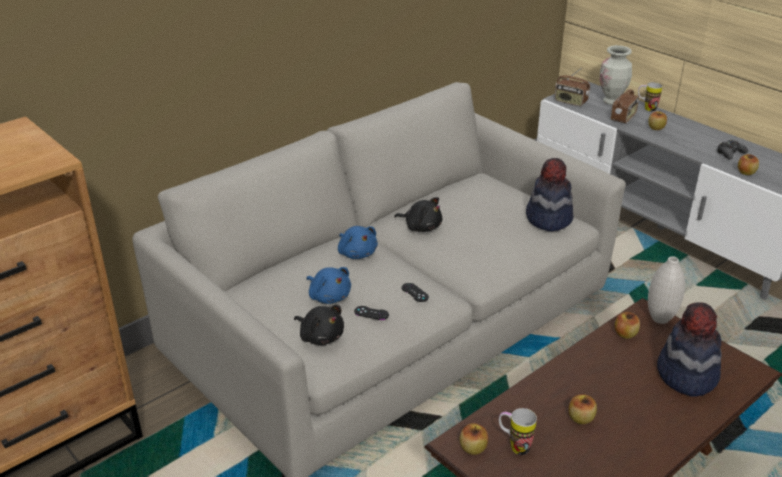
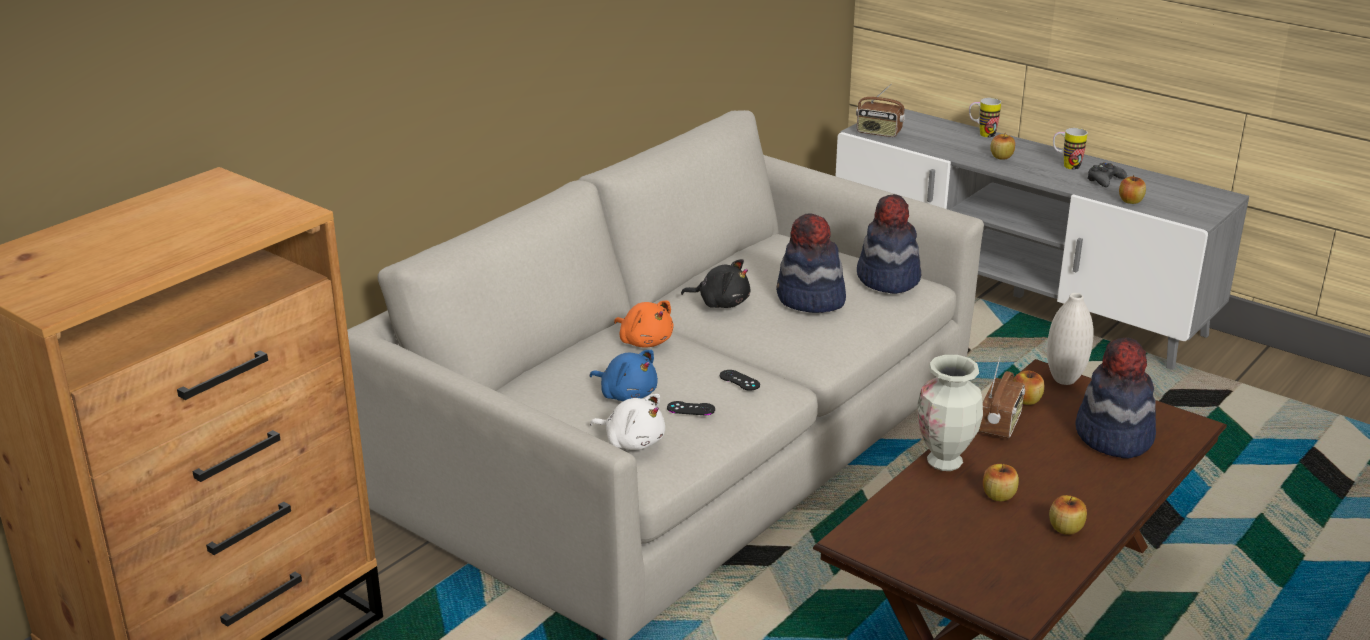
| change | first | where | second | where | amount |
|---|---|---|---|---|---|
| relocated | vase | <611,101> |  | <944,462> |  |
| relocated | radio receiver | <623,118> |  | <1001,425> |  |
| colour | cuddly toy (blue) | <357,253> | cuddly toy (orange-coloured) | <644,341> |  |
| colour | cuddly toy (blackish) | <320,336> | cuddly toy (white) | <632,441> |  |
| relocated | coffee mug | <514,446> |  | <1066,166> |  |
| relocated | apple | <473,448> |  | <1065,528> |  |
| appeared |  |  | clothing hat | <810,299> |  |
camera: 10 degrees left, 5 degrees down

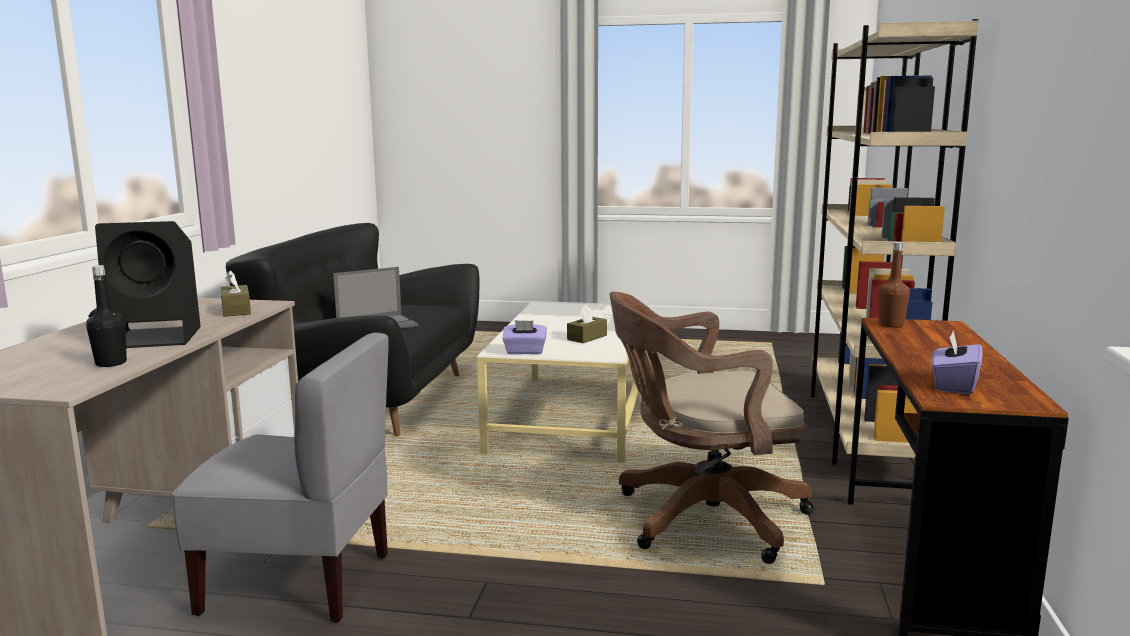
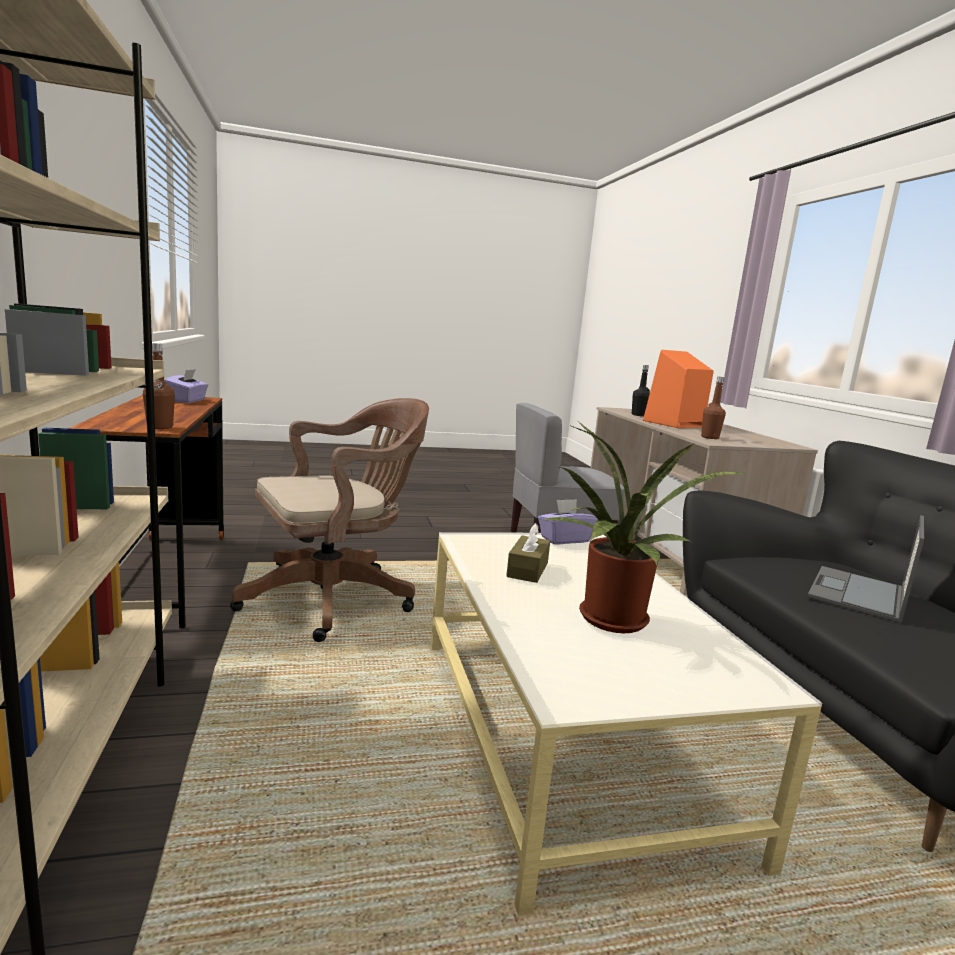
| change | first | where | second | where | amount |
|---|---|---|---|---|---|
| colour | audio speaker (blackish) | <159,337> | audio speaker (orange-coloured) | <672,424> |  |
| exchanged | box of tissues (brown-coloured) | <236,310> | beverage bottle (brown-coloured) | <710,437> |  |
| appeared |  |  | houseplant | <612,623> |  |
camera: 155 degrees right, 0 degrees up

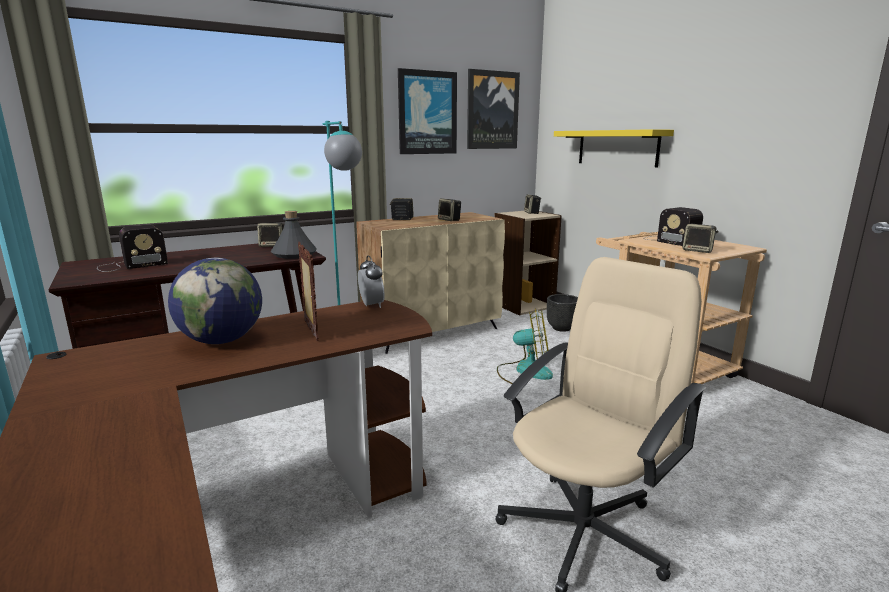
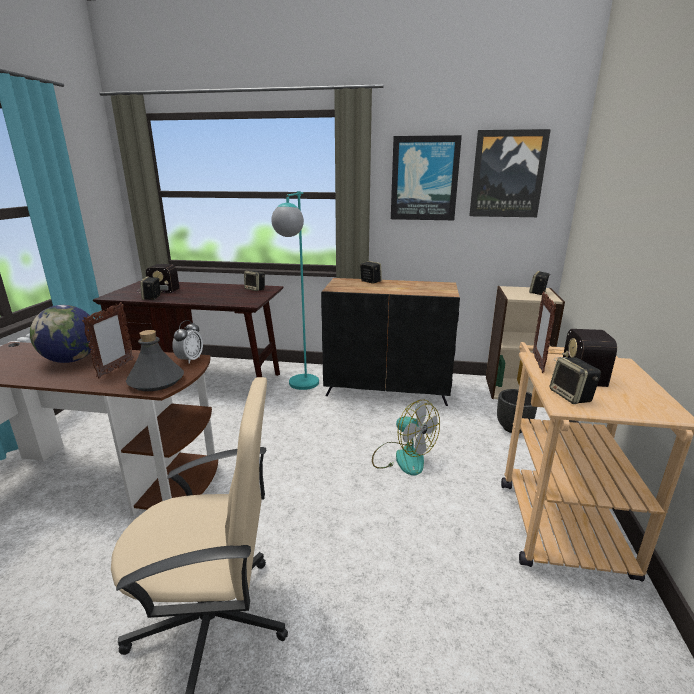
| change | first | where | second | where | amount |
|---|---|---|---|---|---|
| missing | wall shelf (yellow-coloured) | <617,147> |  |  |  |
| relocated | audio speaker | <449,220> |  | <152,298> |  |
| relocated | beverage bottle (greyish) | <294,255> |  | <155,381> |  |
| colour | storage cabinet (beige) | <432,332> | storage cabinet (blackish) | <388,389> |  |
| appeared |  |  | standing frame | <538,362> |  |
camera: 40 degrees right, 5 degrees up

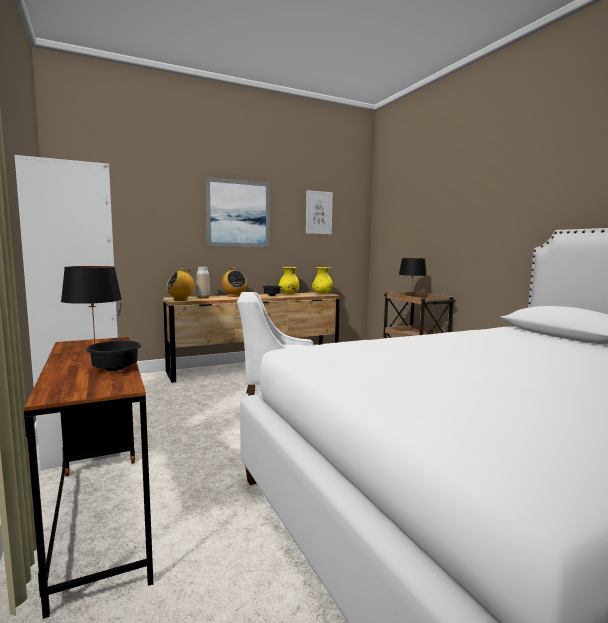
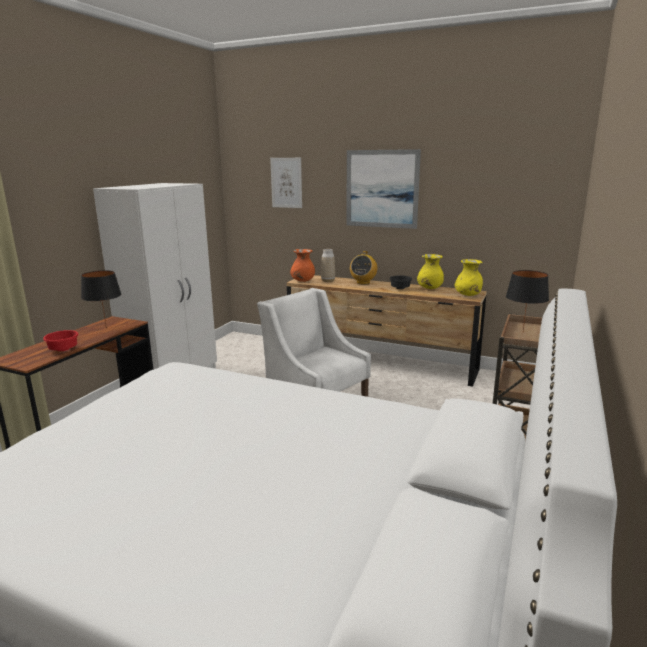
| change | first | where | second | where | amount |
|---|---|---|---|---|---|
| relocated | picture | <319,212> |  | <286,183> |  |
| exchanged | radio receiver | <181,299> | vase (orange-coloured) | <302,281> |  |
| colour | serving bowl (blackish) | <116,369> | serving bowl (red-coloured) | <63,350> |  |
camera: 50 degrees right, 10 degrees up

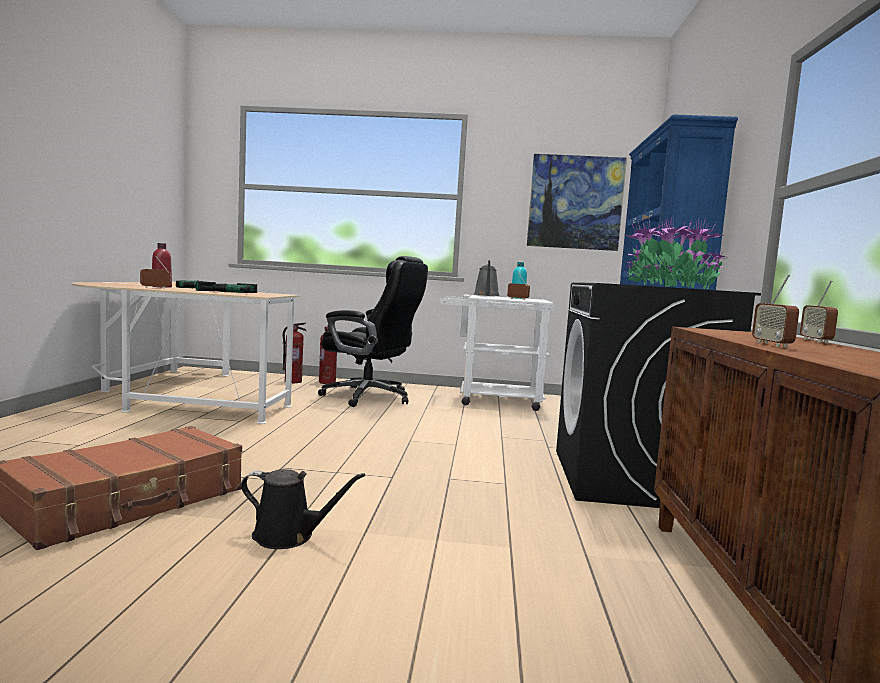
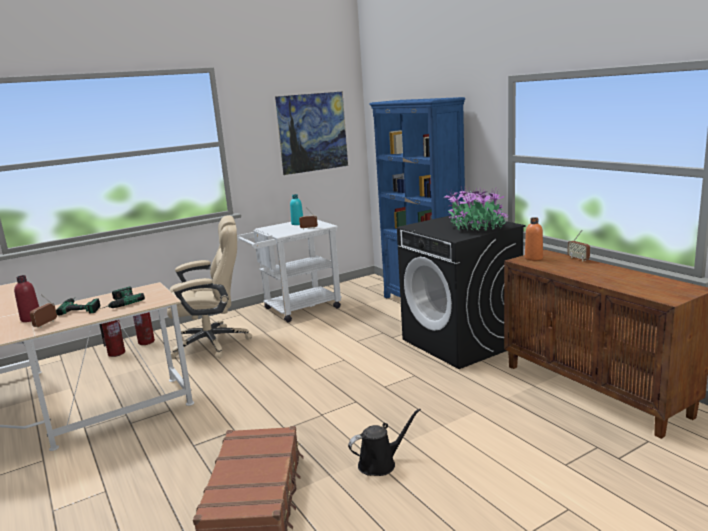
| change | first | where | second | where | amount |
|---|---|---|---|---|---|
| colour | computer chair (blackish) | <369,397> | computer chair (beige) | <212,343> |  |
| missing | watering pot (greyish) | <486,295> |  |  |  |
| missing | radio receiver | <772,345> |  |  |  |
| appeared |  |  | beverage bottle (orange-coloured) | <533,258> |  |
camera: 35 degrees left, 10 degrees up

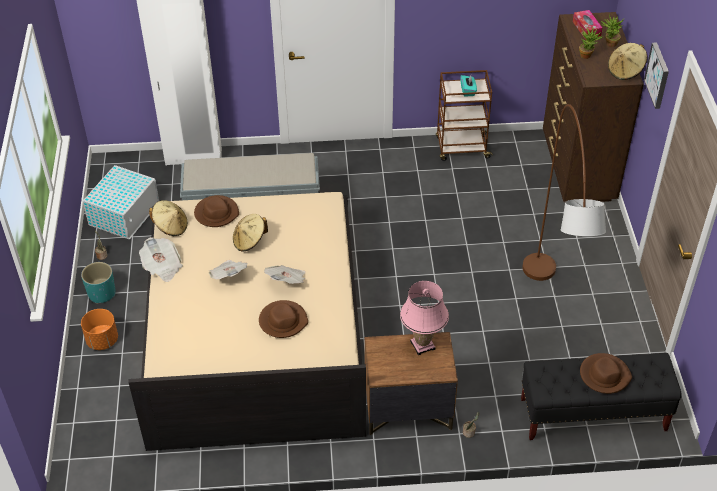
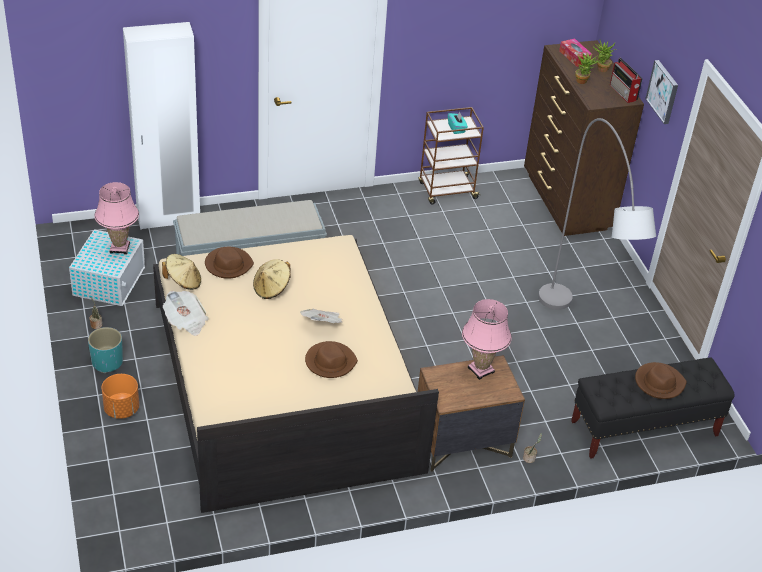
| change | first | where | second | where | amount |
|---|---|---|---|---|---|
| exchanged | clothing hat (beige) | <625,71> | radio receiver | <623,93> |  |
| colour | standard lamp (brown-coloured) | <548,316> | standard lamp (greyish) | <576,342> |  |
| missing | newspaper | <228,276> |  |  |  |
| appeared |  |  | table lamp (pink-coloured) | <120,248> |  |
camera: 15 degrees left, 5 degrees down

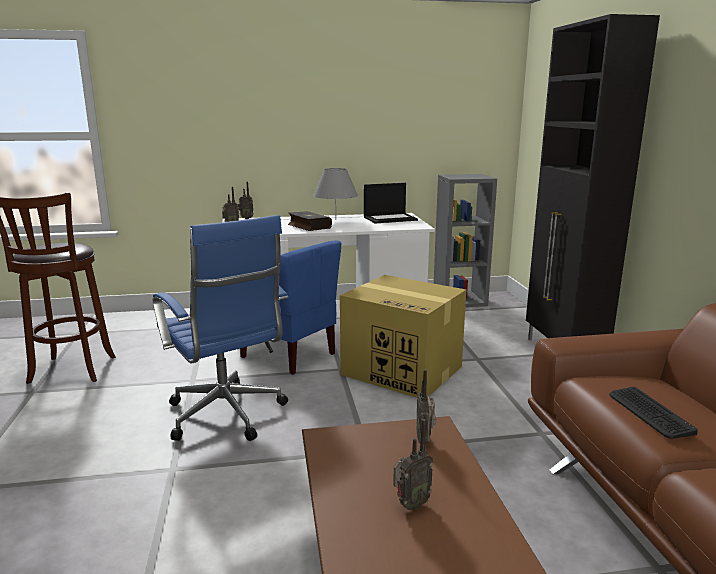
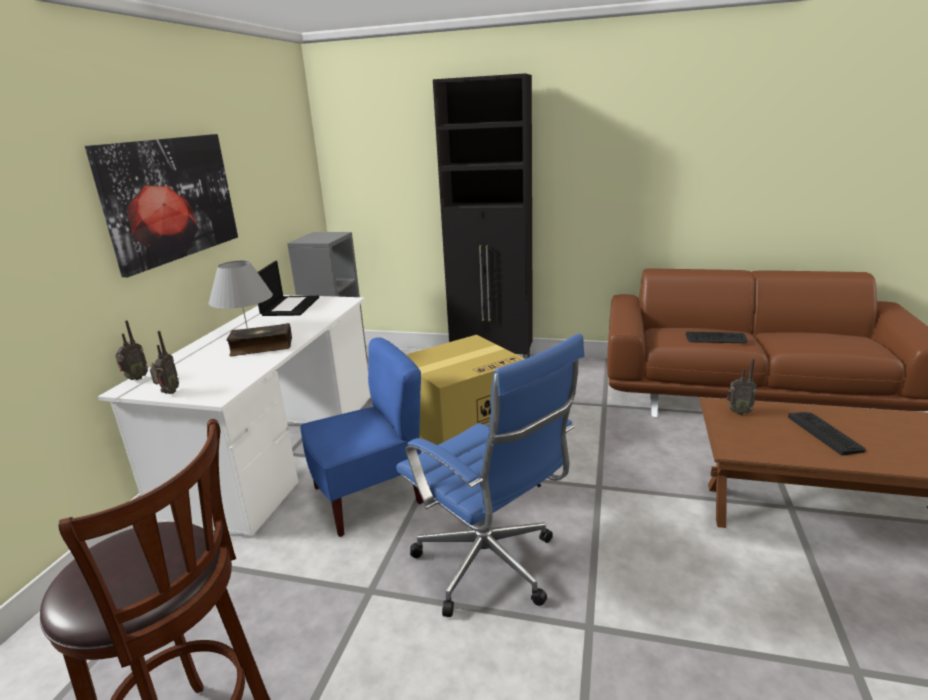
| change | first | where | second | where | amount |
|---|---|---|---|---|---|
| spun | computer chair (blue) | <227,416> |  | <490,568> | 60 degrees clockwise |
| exchanged | radio receiver | <410,505> | keyboard | <825,433> |  |
| appeared |  |  | picture | <171,199> |  |
camera: 65 degrees left, 5 degrees up

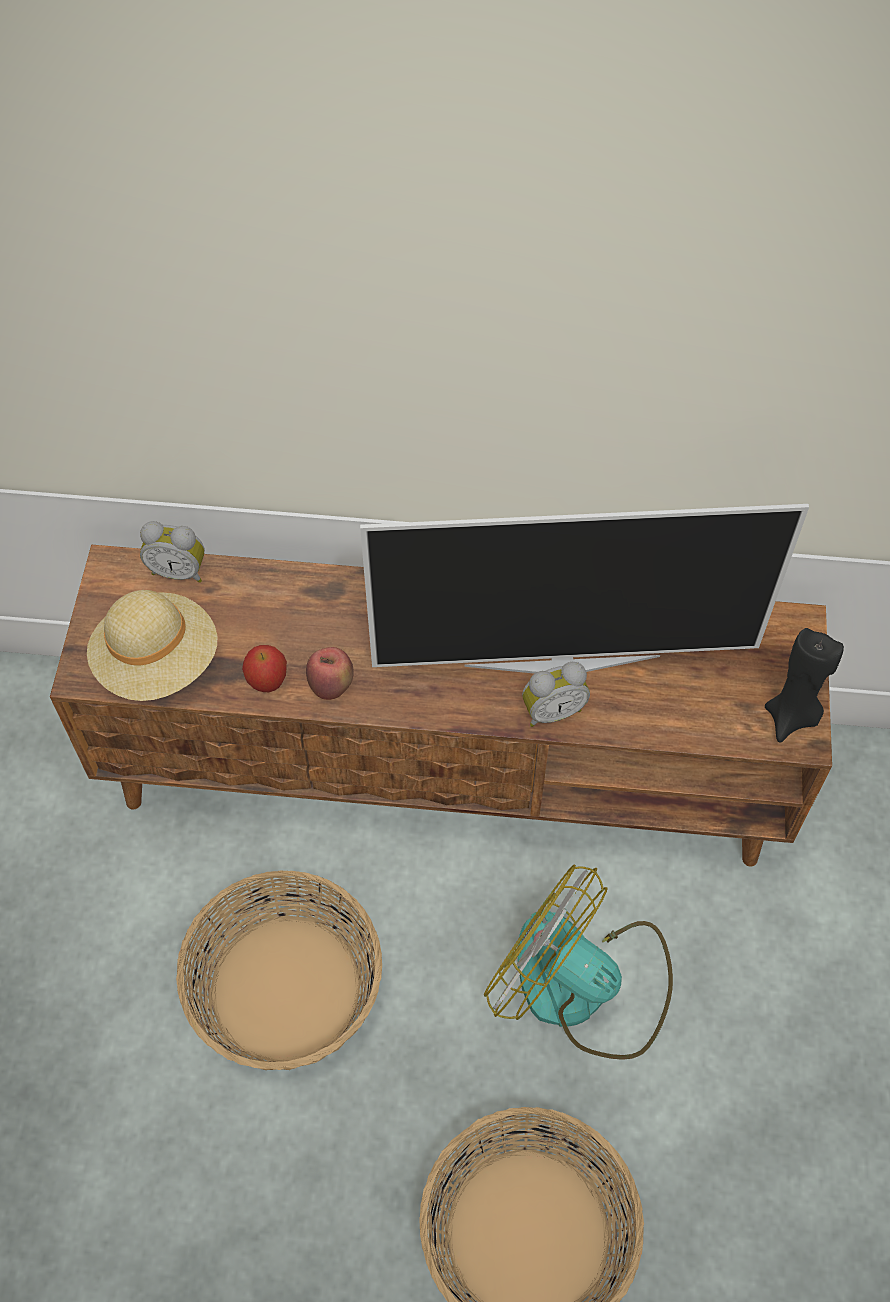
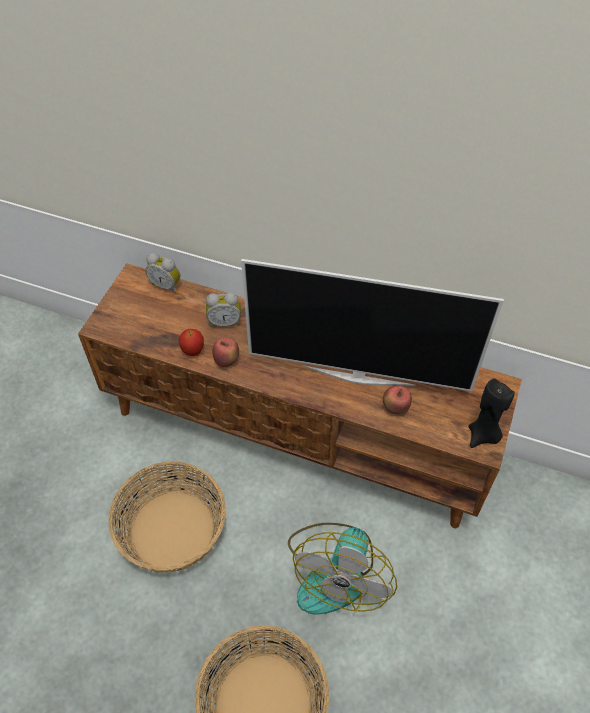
| change | first | where | second | where | amount |
|---|---|---|---|---|---|
| missing | clothing hat (beige) | <158,662> |  |  |  |
| relocated | bedside clock | <551,710> |  | <224,322> |  |
| spun | cooling fan | <582,987> |  | <336,571> | 120 degrees counterclockwise |
| appeared |  |  | apple | <395,408> |  |
camera: 15 degrees right, 5 degrees down

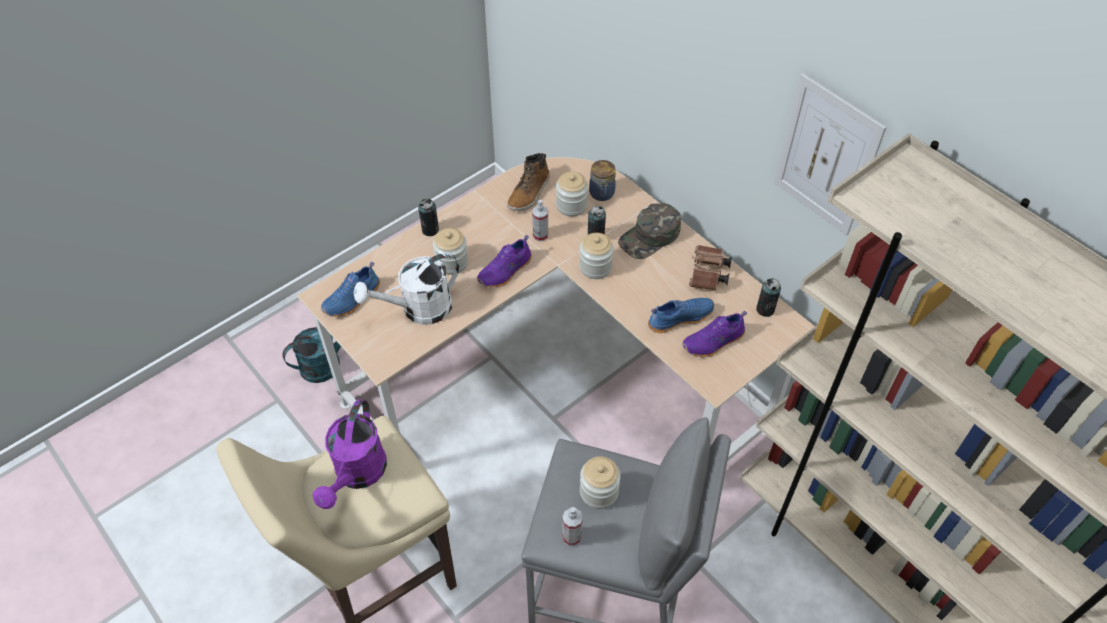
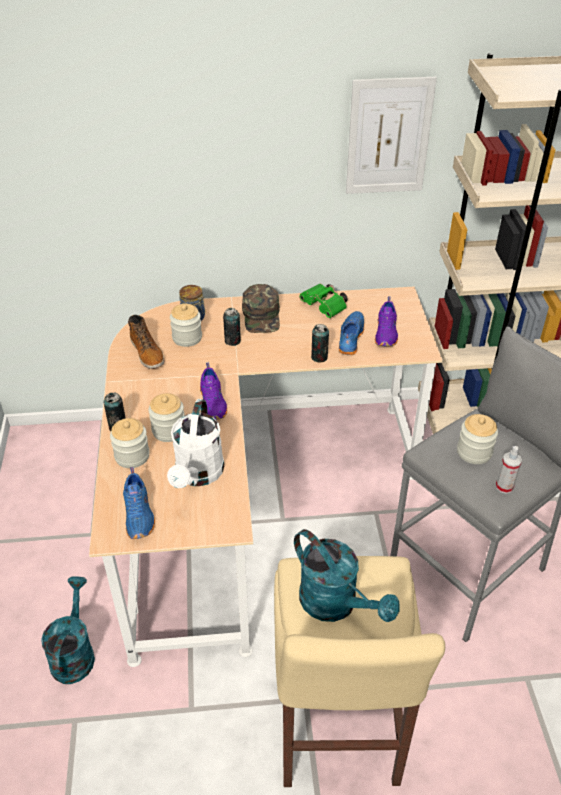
| change | first | where | second | where | amount |
|---|---|---|---|---|---|
| missing | sprayer | <540,235> |  |  |  |
| relocated | preserve jar | <595,267> |  | <132,456> |  |
| colour | field glasses (brown-coloured) | <707,275> | field glasses (green-coloured) | <325,307> |  |
| relocated | sealed can | <765,309> |  | <319,357> |  |
| colour | watering pot (purplish) | <357,475> | watering pot (turquoise) | <336,604> |  |
camera: 55 degrees left, 10 degrees down

